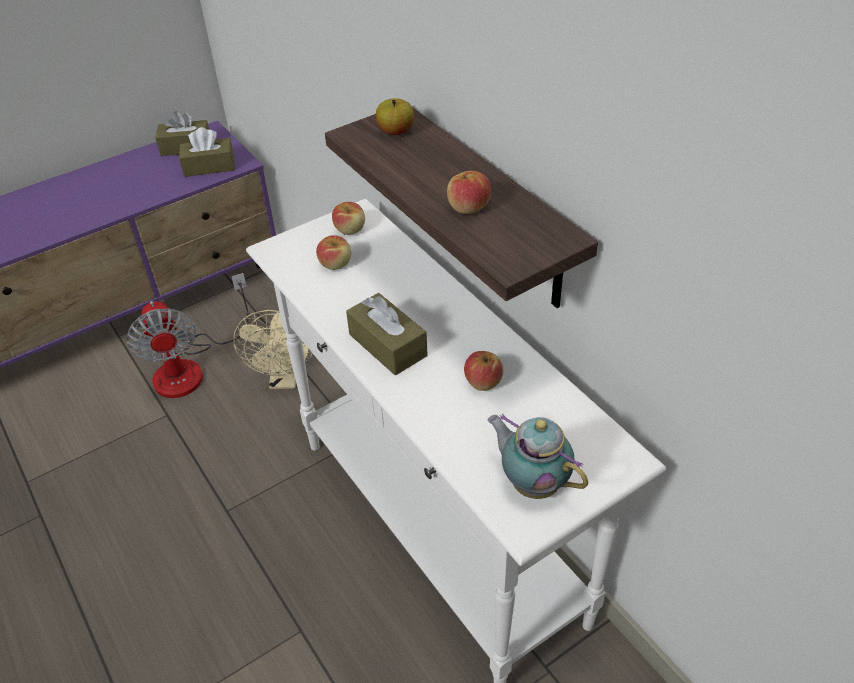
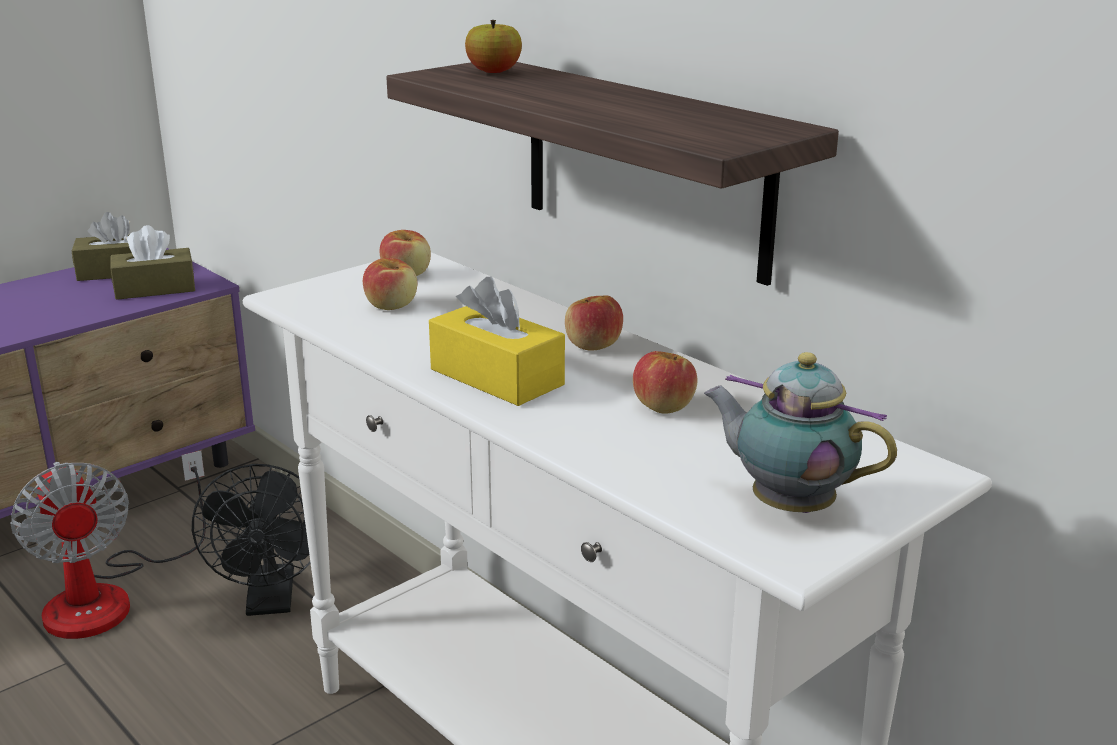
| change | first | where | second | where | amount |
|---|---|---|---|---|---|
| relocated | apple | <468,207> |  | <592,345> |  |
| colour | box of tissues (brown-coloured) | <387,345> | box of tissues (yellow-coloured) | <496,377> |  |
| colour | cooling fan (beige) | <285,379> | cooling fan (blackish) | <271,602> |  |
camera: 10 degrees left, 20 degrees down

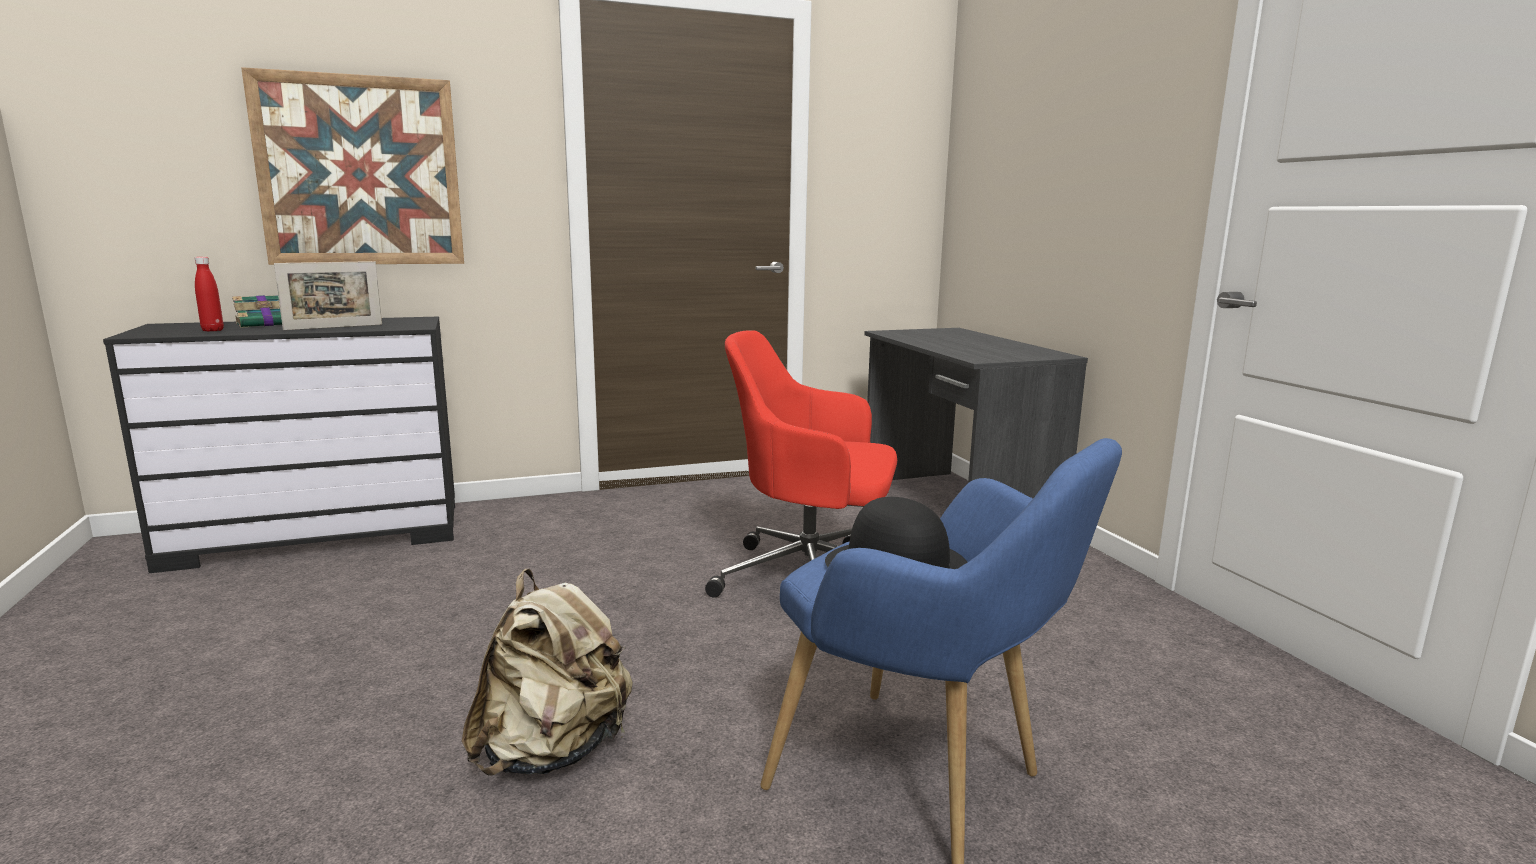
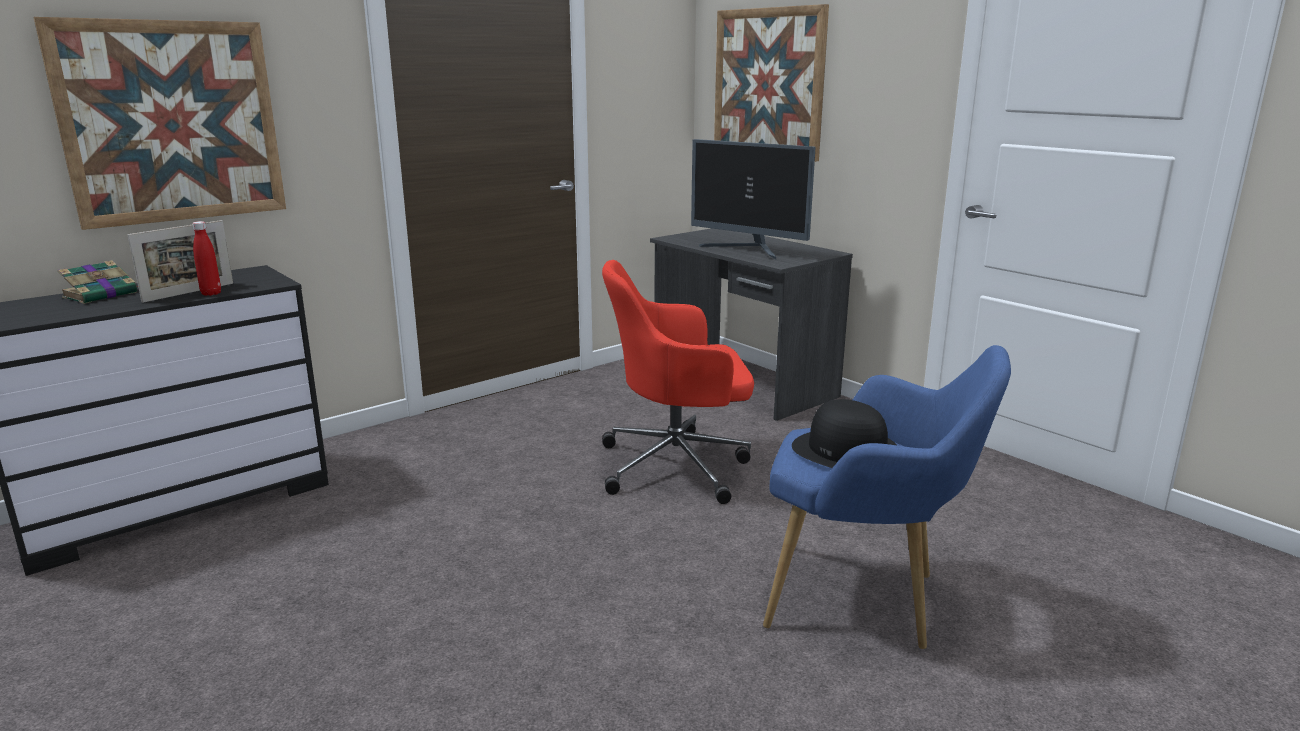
| change | first | where | second | where | amount |
|---|---|---|---|---|---|
| relocated | beverage bottle (red-coloured) | <213,330> |  | <211,293> |  |
| missing | backpack (beige) | <553,751> |  |  |  |
| appeared |  |  | picture | <768,83> |  |
| appeared |  |  | computer display | <749,250> |  |
camera: 20 degrees left, 5 degrees up

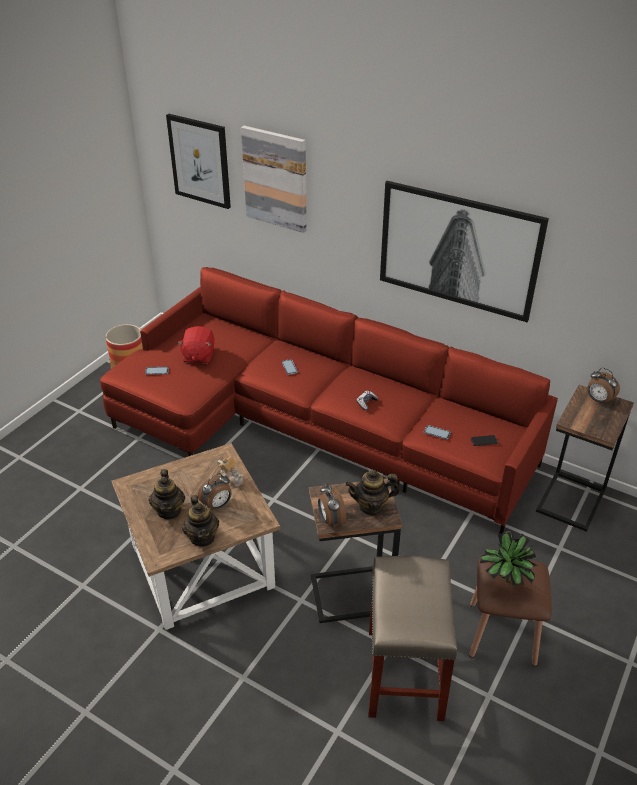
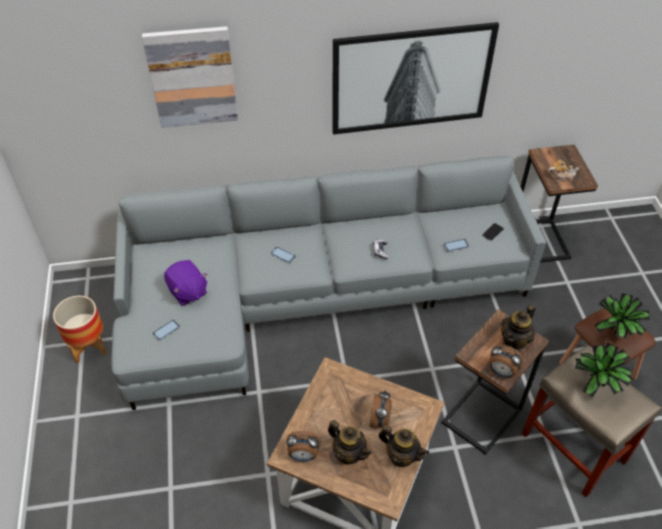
| change | first | where | second | where | amount |
|---|---|---|---|---|---|
| missing | picture | <200,161> |  |  |  |
| colour | settee (red-coloured) | <312,427> | settee (greyish) | <308,296> |  |
| colour | cuddly toy (red-coloured) | <198,356> | cuddly toy (purplish) | <187,292> |  |
| relocated | bedside clock | <598,400> |  | <303,455> |  |
| relocated | tea pot | <231,478> |  | <561,177> |  |
| appeared |  |  | houseplant | <596,388> |  |
camera: 40 degrees left, 10 degrees up

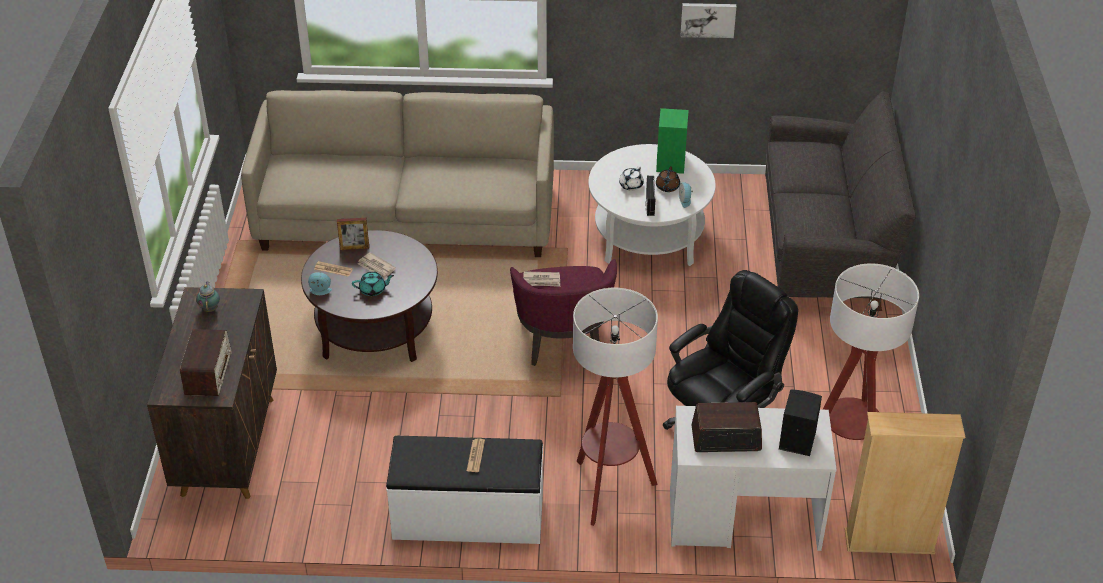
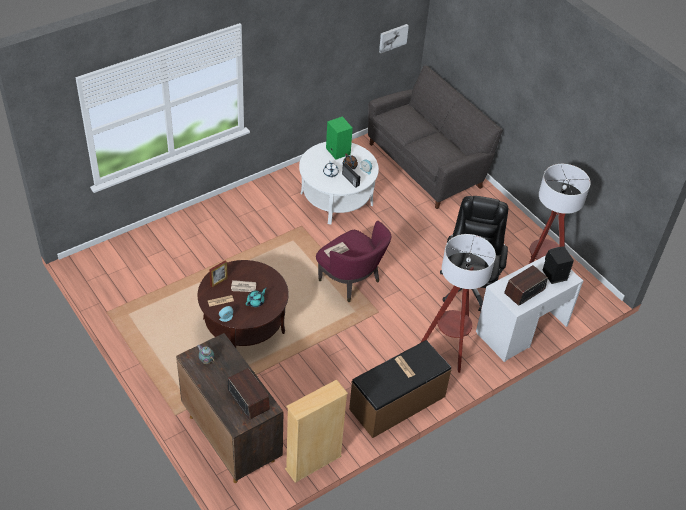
| change | first | where | second | where | amount |
|---|---|---|---|---|---|
| relocated | picture | <708,19> |  | <392,37> |  |
| missing | settee (beige) | <407,217> |  |  |  |
| relocated | bookshelf (beige) | <889,542> |  | <313,463> |  |
| colour | bench (white) | <468,517> | bench (brown-coloured) | <398,403> |  |
camera: 40 degrees left, 5 degrees up

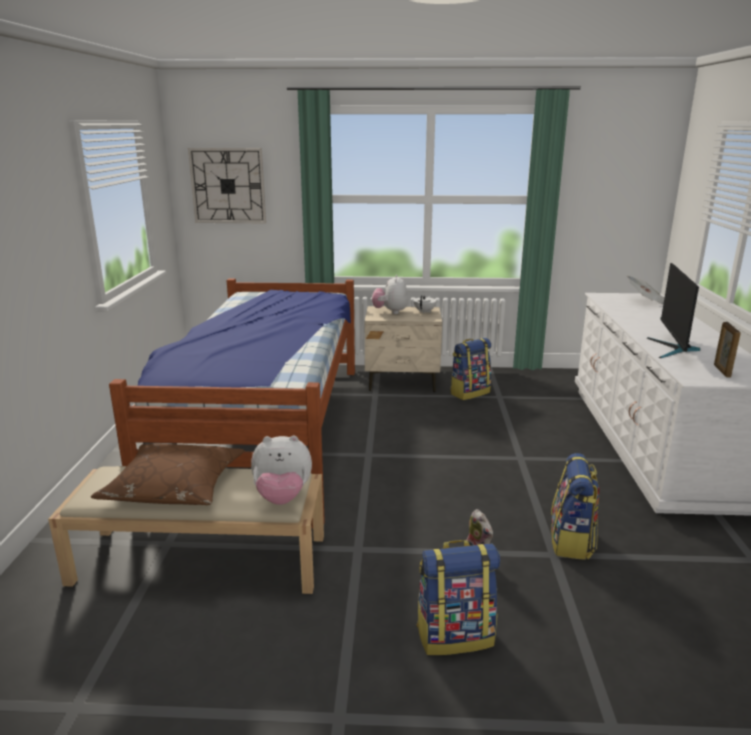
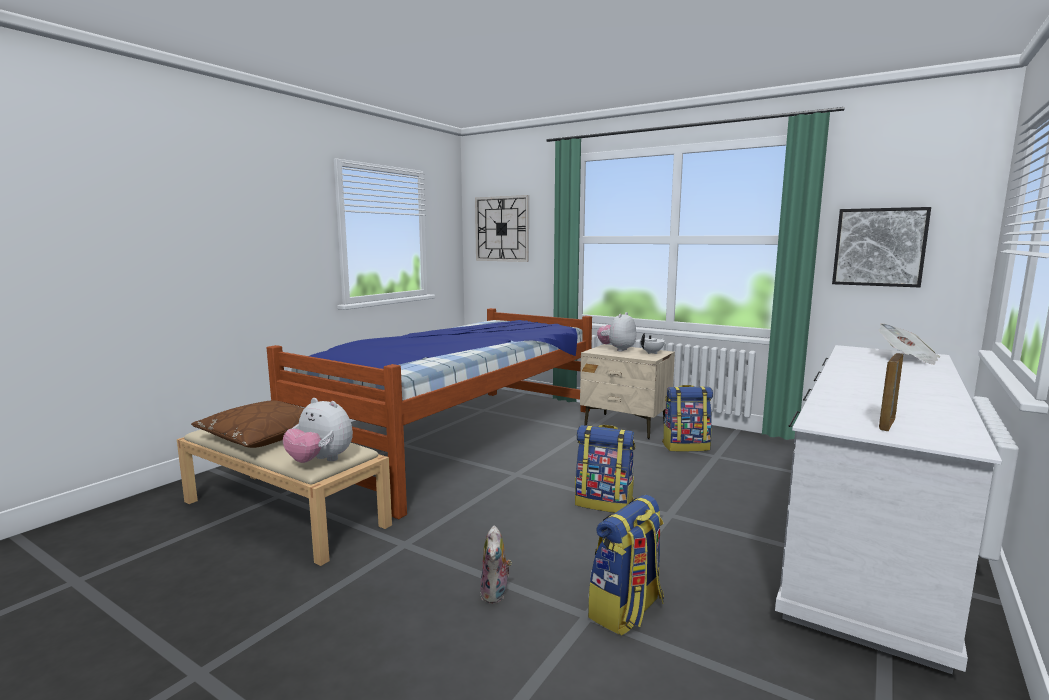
| change | first | where | second | where | amount |
|---|---|---|---|---|---|
| missing | computer display | <673,349> |  |  |  |
| relocated | backpack | <455,635> |  | <604,503> |  |
| appeared |  |  | picture | <879,247> |  |
camera: 30 degrees right, 10 degrees down

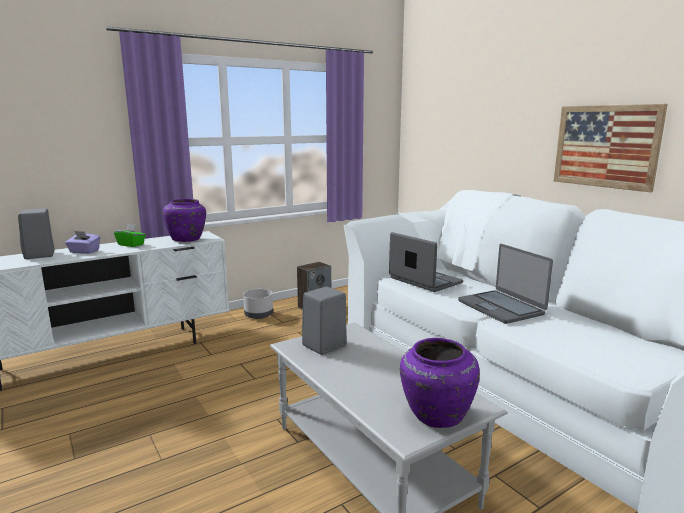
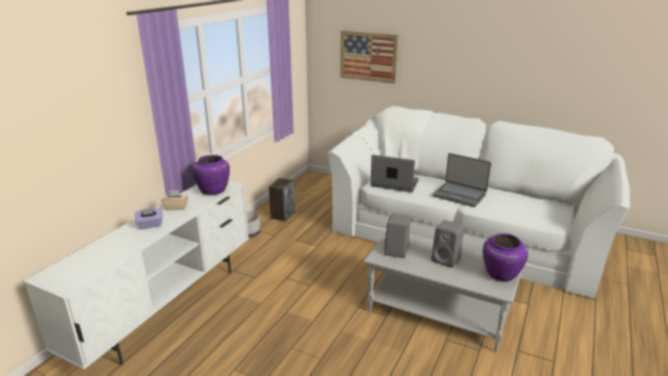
| change | first | where | second | where | amount |
|---|---|---|---|---|---|
| relocated | picture | <605,146> |  | <368,56> |  |
| relocated | audio speaker (greyish) | <40,255> |  | <447,260> |  |
| colour | box of tissues (green-coloured) | <131,244> | box of tissues (beige) | <176,207> |  |
camera: 30 degrees left, 10 degrees up

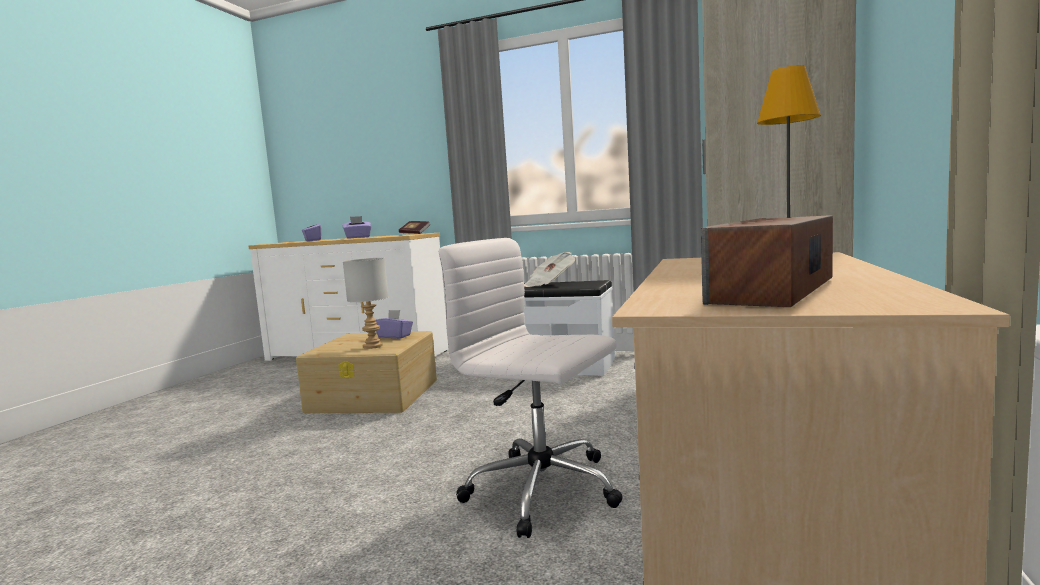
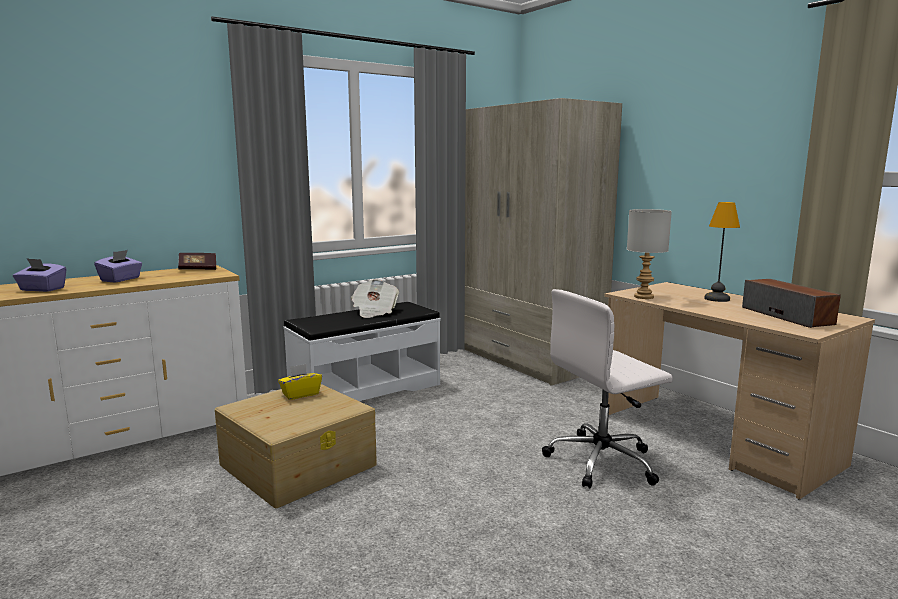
| change | first | where | second | where | amount |
|---|---|---|---|---|---|
| relocated | table lamp (greyish) | <372,346> |  | <643,297> |  |
| colour | box of tissues (purplish) | <394,336> | box of tissues (yellow-coloured) | <300,394> |  |
camera: 55 degrees left, 5 degrees up

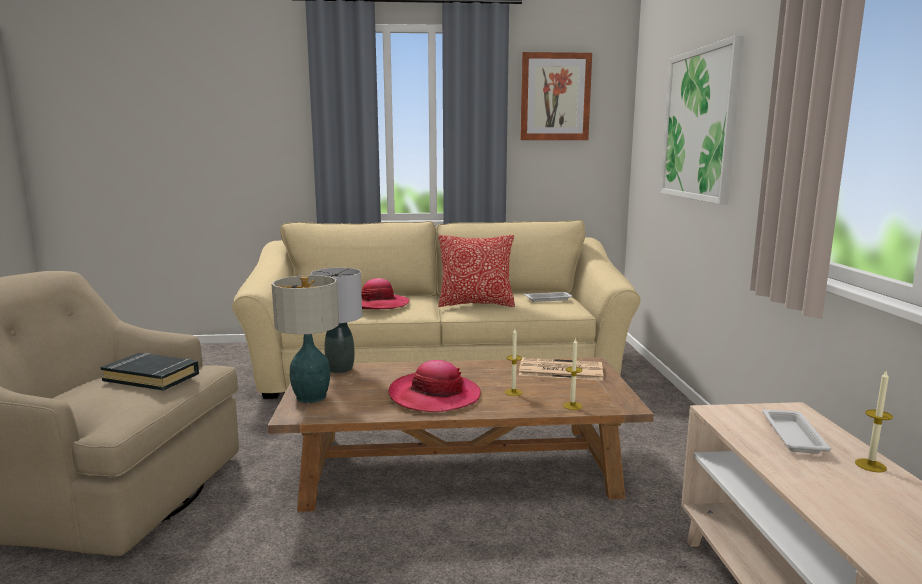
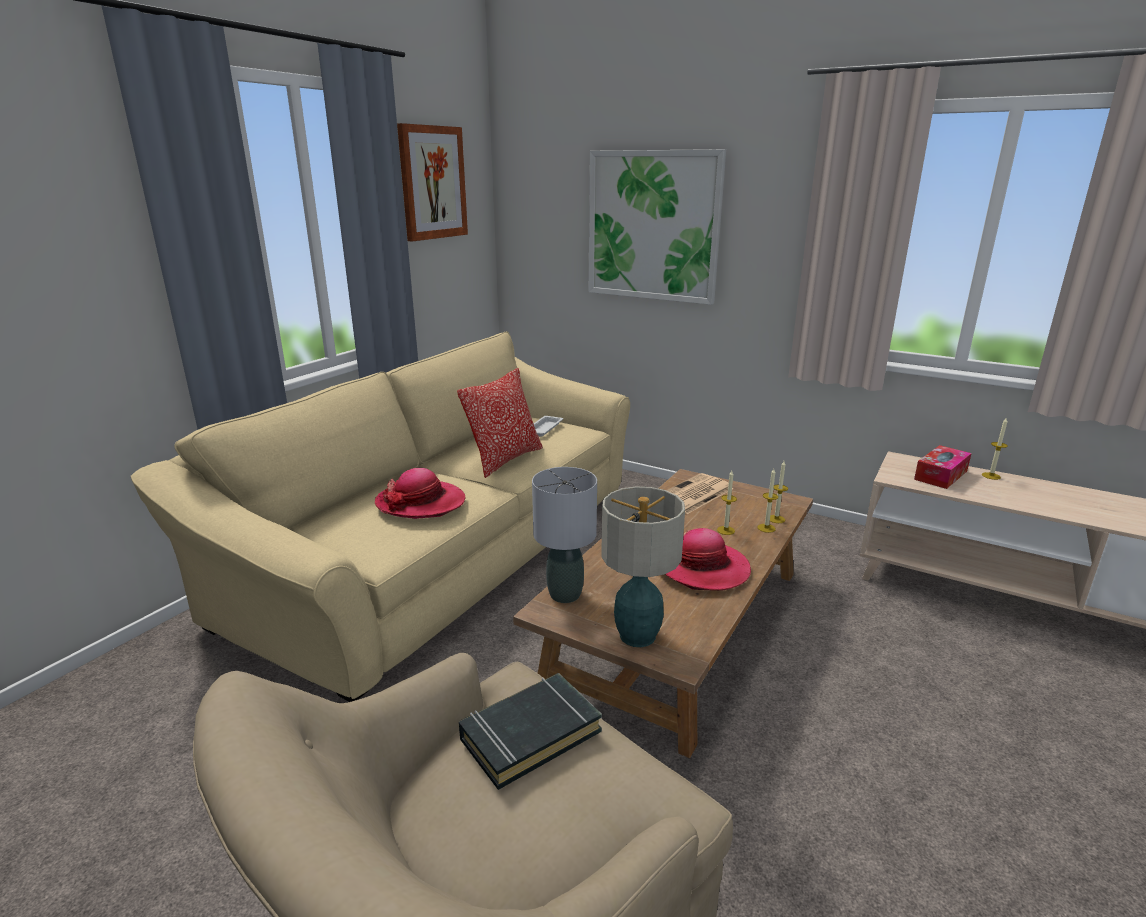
| change | first | where | second | where | amount |
|---|---|---|---|---|---|
| exchanged | serving tray (white) | <792,435> | box of tissues | <940,475> |  |
| appeared |  |  | candle | <766,528> |  |
camera: 55 degrees left, 10 degrees up

